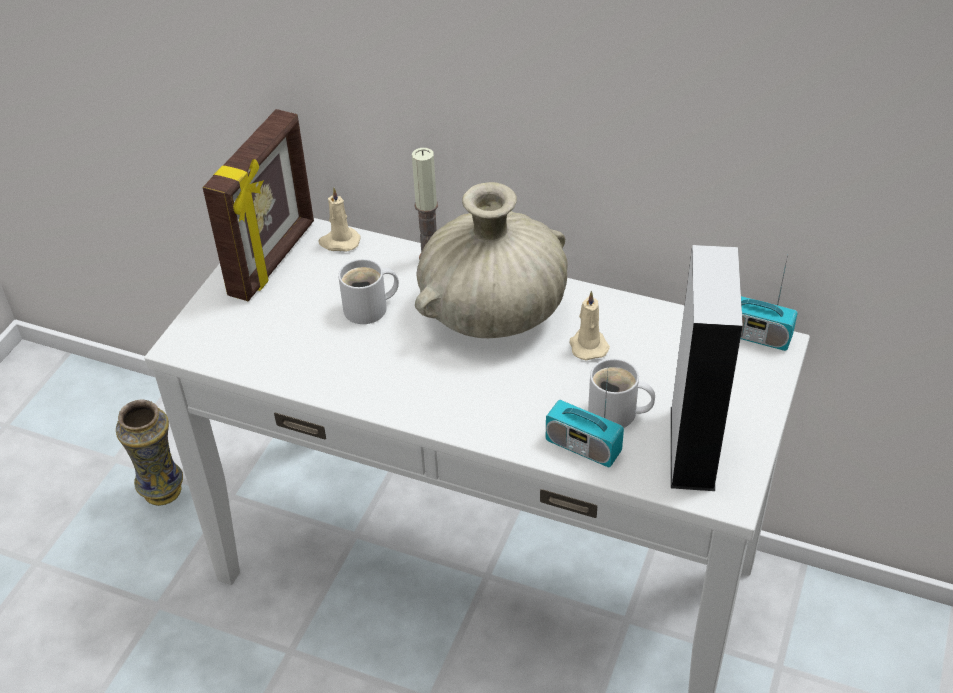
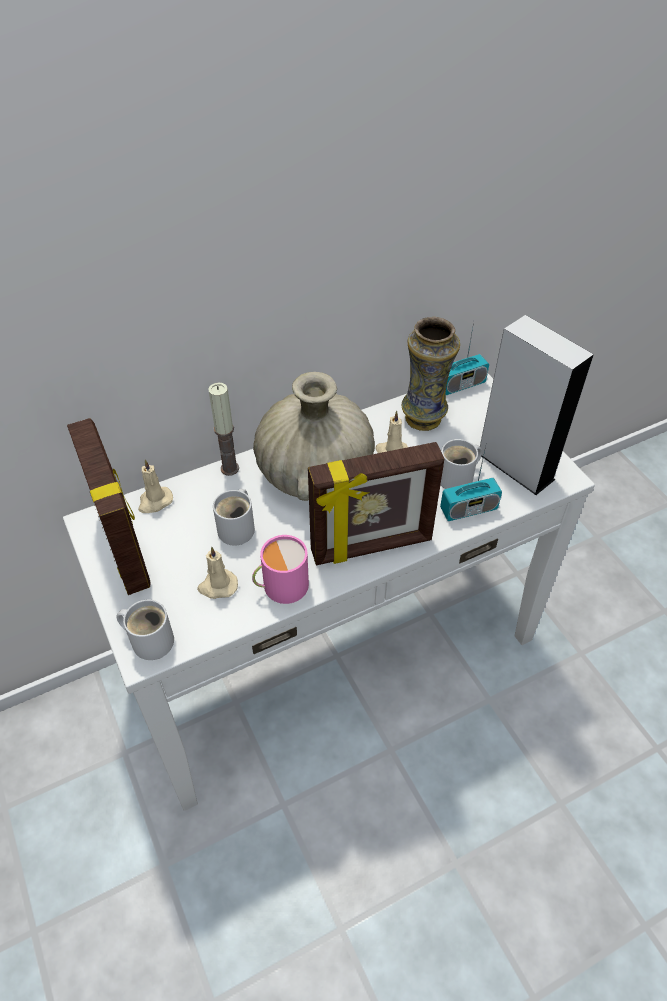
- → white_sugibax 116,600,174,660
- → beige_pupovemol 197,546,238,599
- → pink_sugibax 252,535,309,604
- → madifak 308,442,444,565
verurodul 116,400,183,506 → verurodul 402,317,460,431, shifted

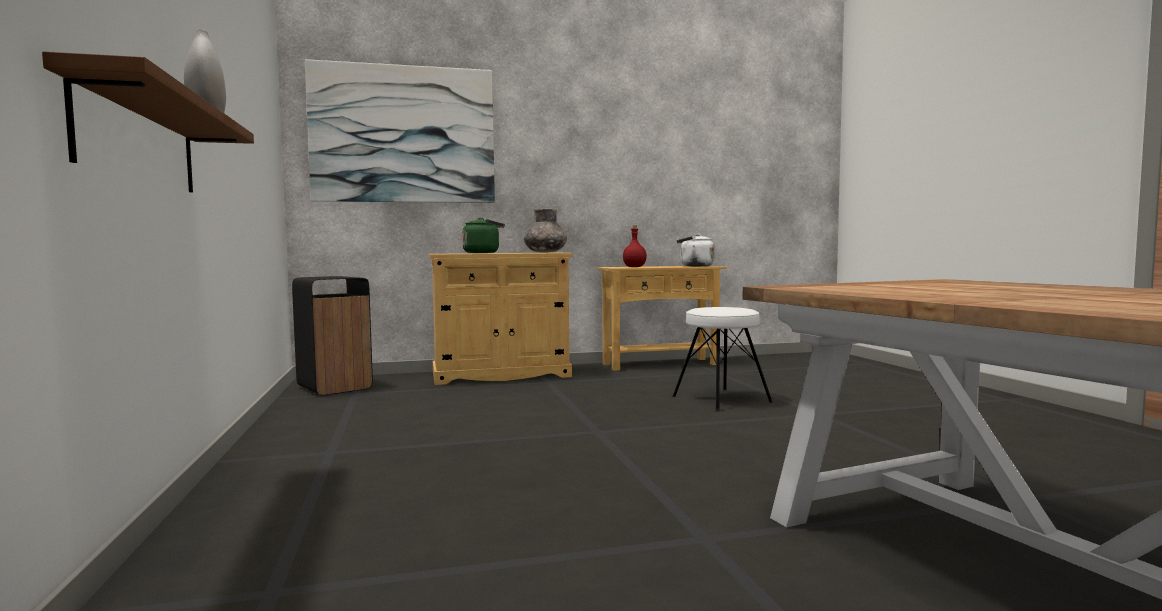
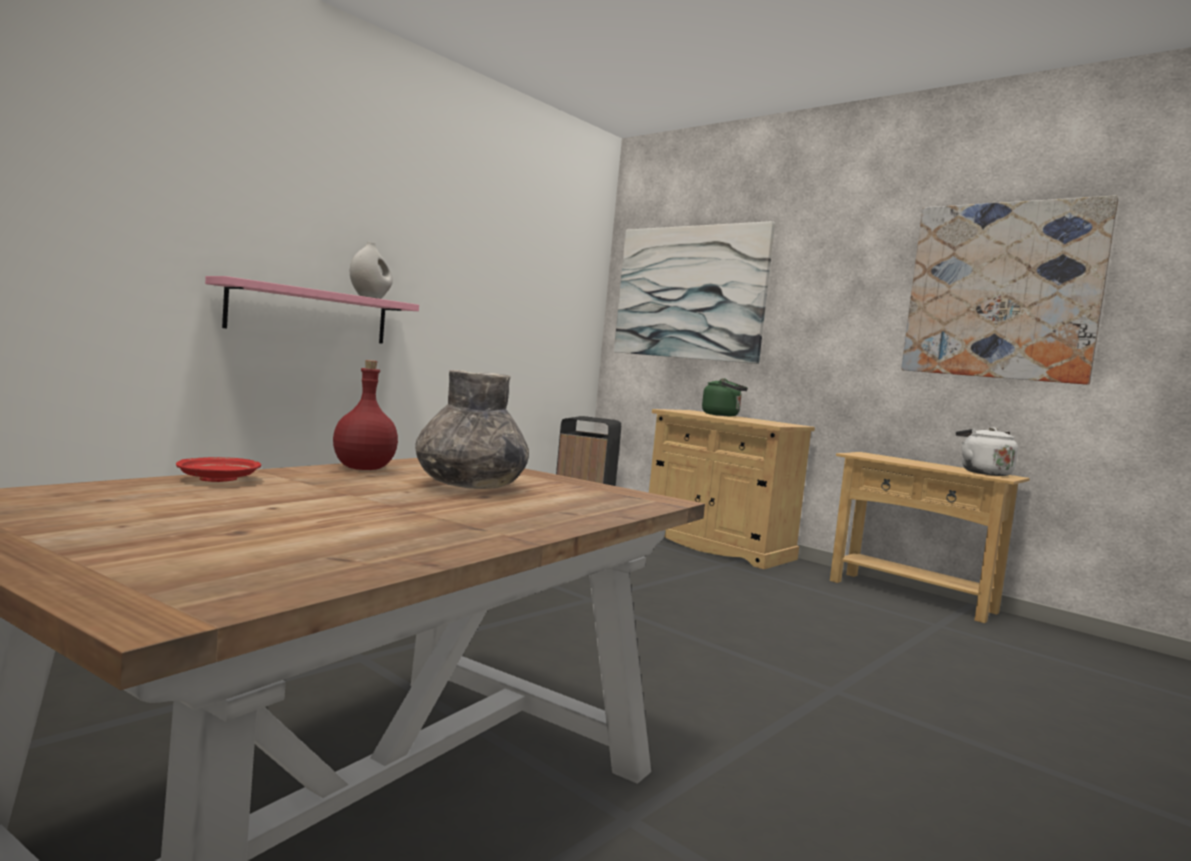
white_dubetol 672,307,773,411 → -
- → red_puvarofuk 176,457,261,482
- → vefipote 901,196,1118,385
grey_verurodul 524,208,567,253 → grey_verurodul 415,370,529,489, shifted
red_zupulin 623,225,647,267 → red_zupulin 333,360,398,470, shifted
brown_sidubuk 42,51,254,193 → pink_sidubuk 205,276,419,344

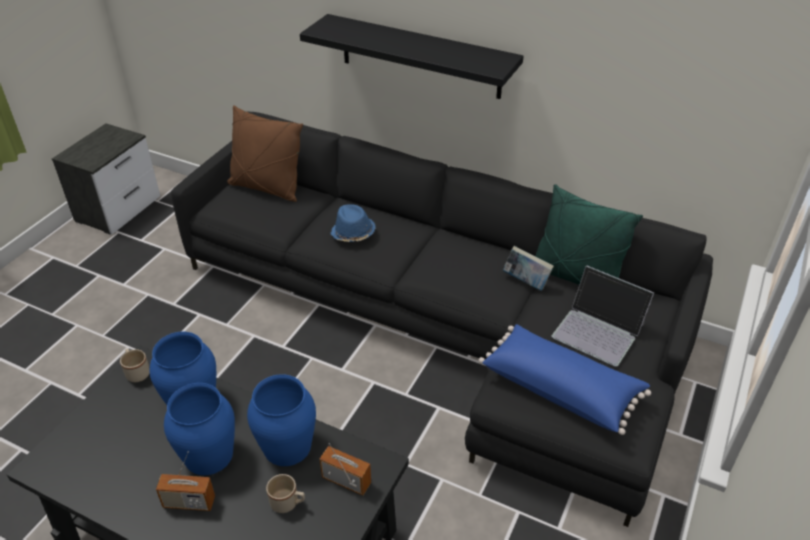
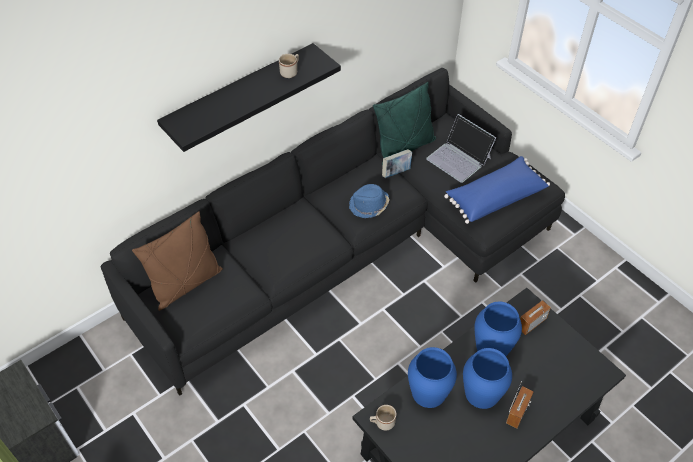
beige_sugibax 266,474,305,513 → beige_sugibax 279,54,299,78, shifted
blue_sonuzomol 330,204,376,242 → blue_sonuzomol 349,184,389,218, shifted
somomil 552,265,654,367 → somomil 426,114,496,183, 75 degrees clockwise

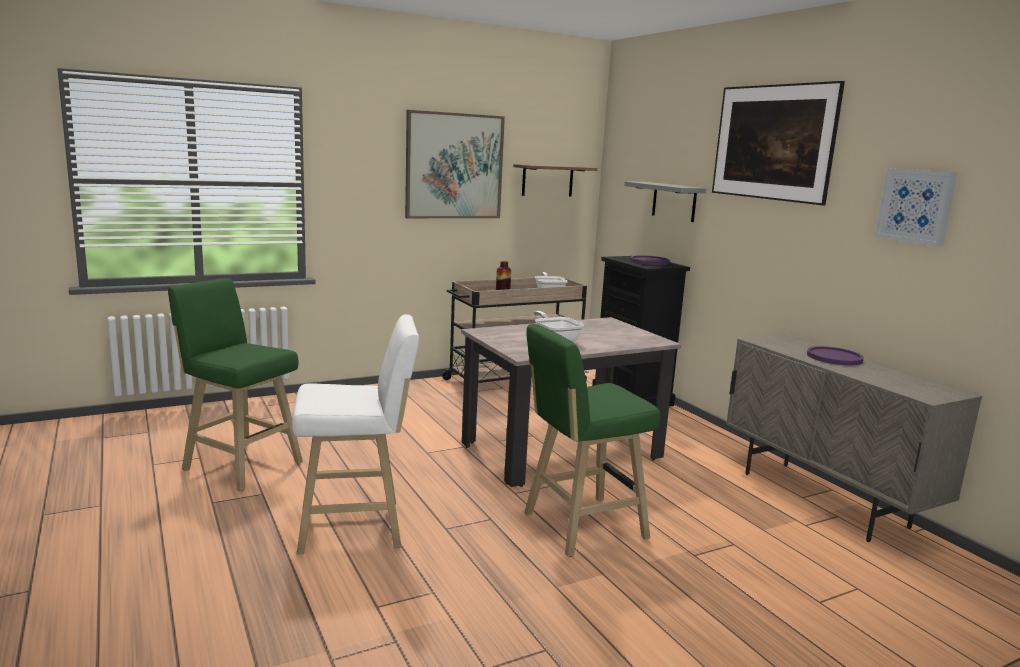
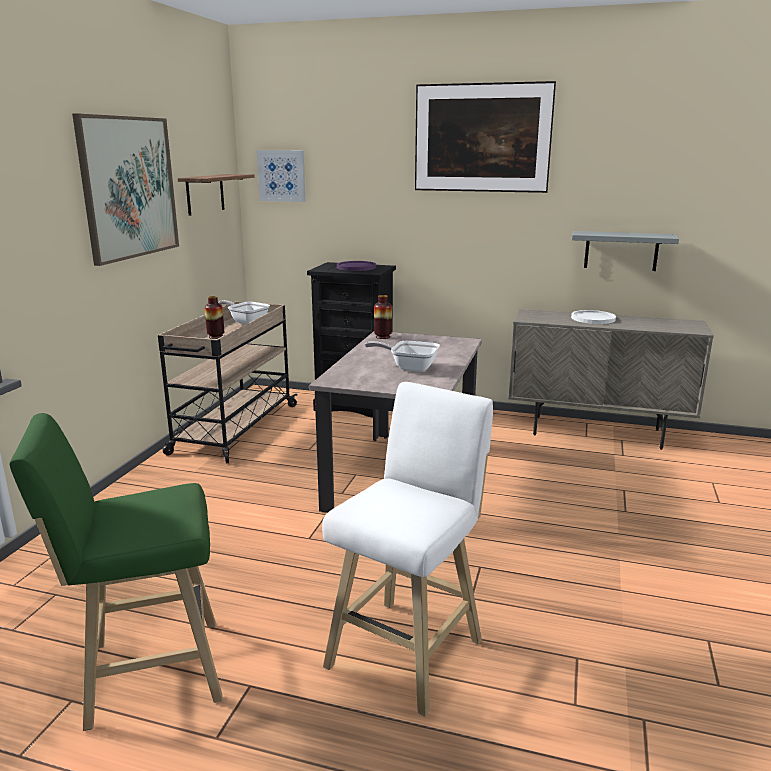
green_dubetol 524,324,661,557 → -
- → verurodul 374,295,392,339
grey_sidubuk 624,181,706,222 → grey_sidubuk 572,231,679,271, shifted
vefipote 875,168,958,246 → vefipote 257,150,306,202, shifted
purple_puvarofuk 807,346,864,366 → white_puvarofuk 571,310,616,324

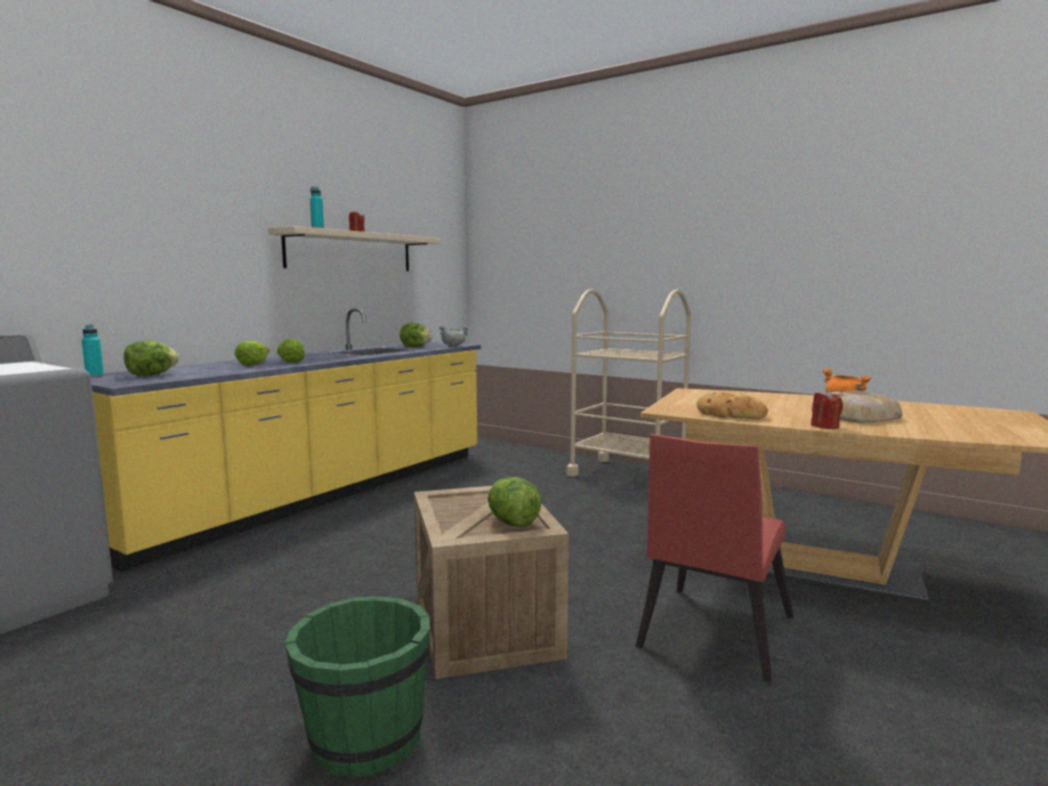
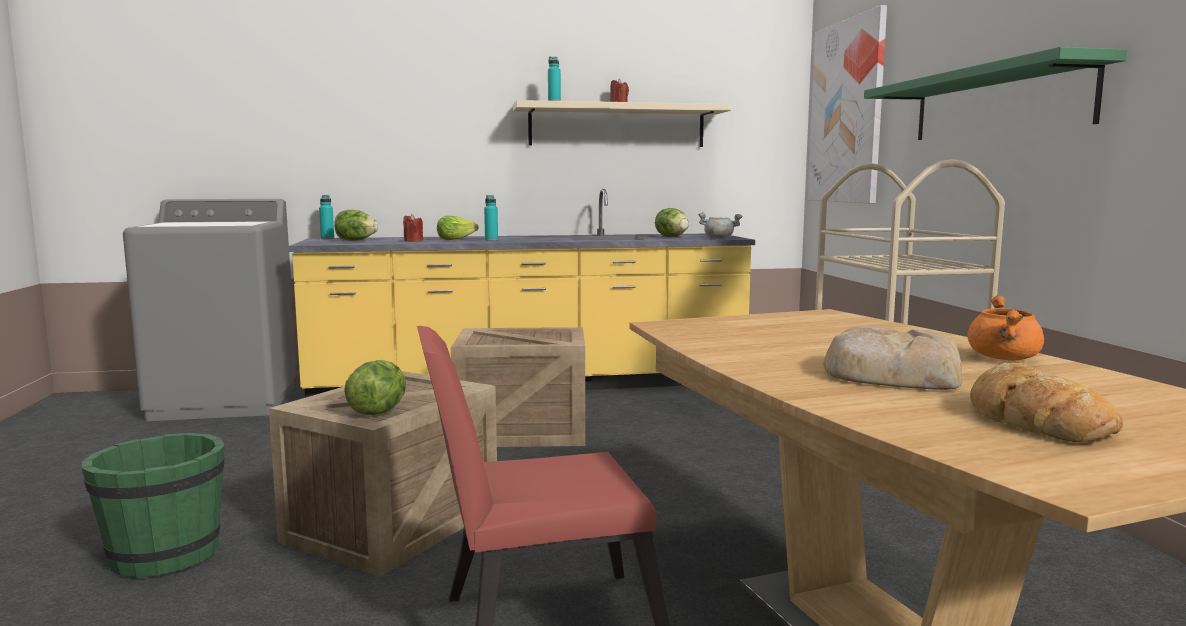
- → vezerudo 451,327,585,447
- → vefipote 808,5,887,203
- → green_sidubuk 864,47,1127,140
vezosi 697,392,768,419 → vezosi 970,363,1123,442, shifted
red_pupovemol 811,390,843,429 → red_pupovemol 403,214,423,242, shifted
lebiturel 277,339,305,363 → turquoise_zupulin 484,195,498,241

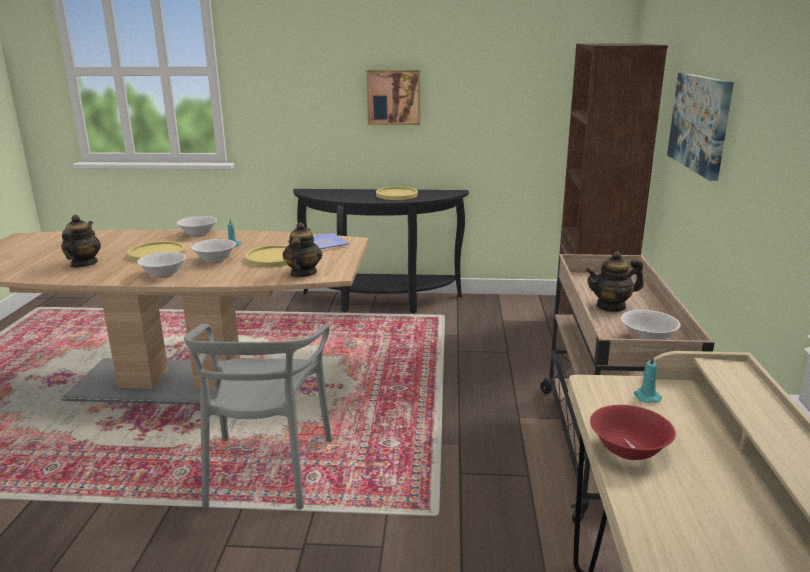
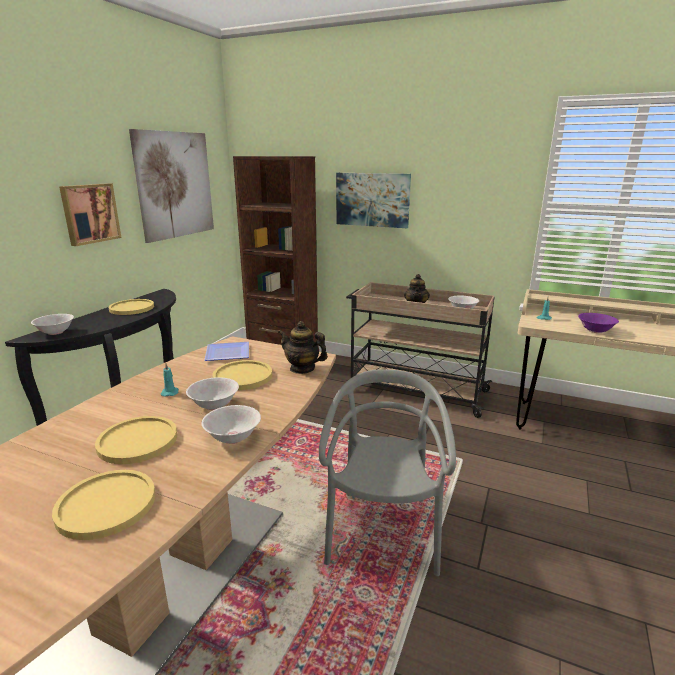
- → vefipote 129,129,214,243
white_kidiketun 177,216,217,237 → white_kidiketun 31,314,74,335, shifted
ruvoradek 61,215,101,268 → yellow_puvarofuk 52,470,156,540
red_kidiketun 590,405,676,460 → purple_kidiketun 578,313,619,333
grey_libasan 184,324,332,510 → grey_libasan 319,369,456,576, 105 degrees counterclockwise

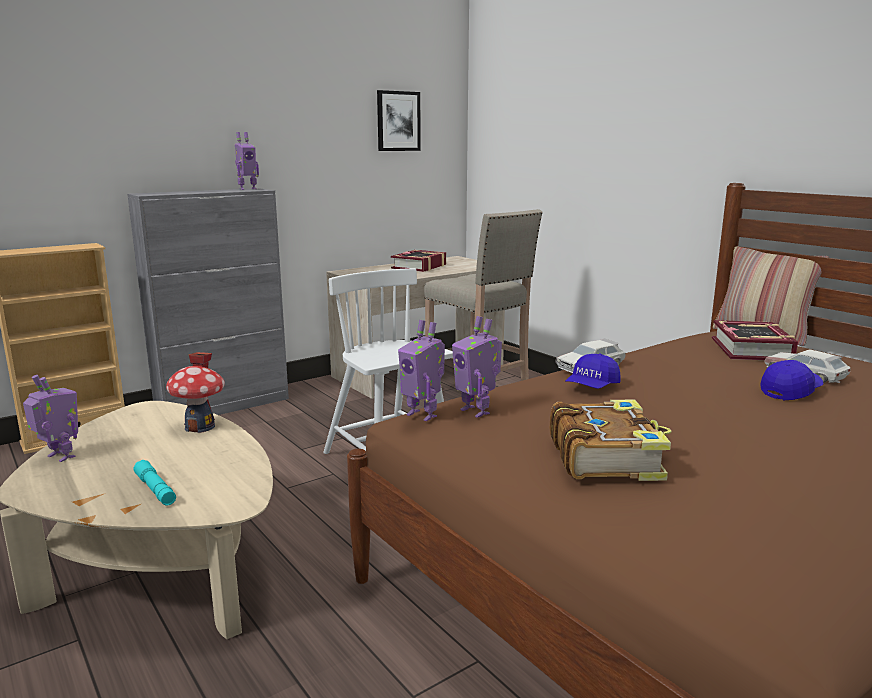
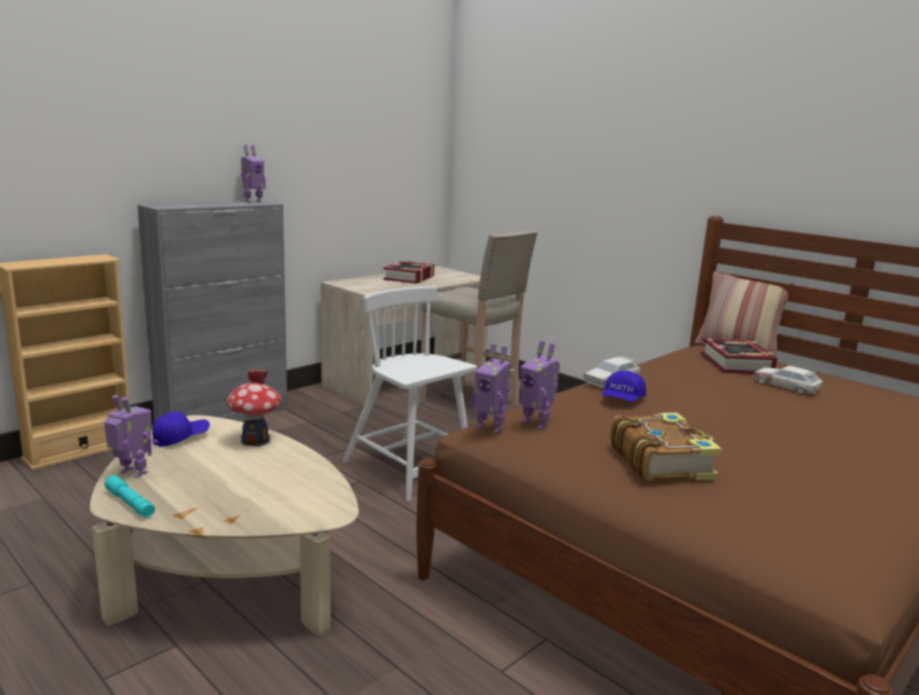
vefipote 377,90,421,151 → -
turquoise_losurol 133,460,176,506 → turquoise_losurol 104,475,155,518, shifted
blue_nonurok 760,360,824,400 → blue_nonurok 152,411,210,447, shifted

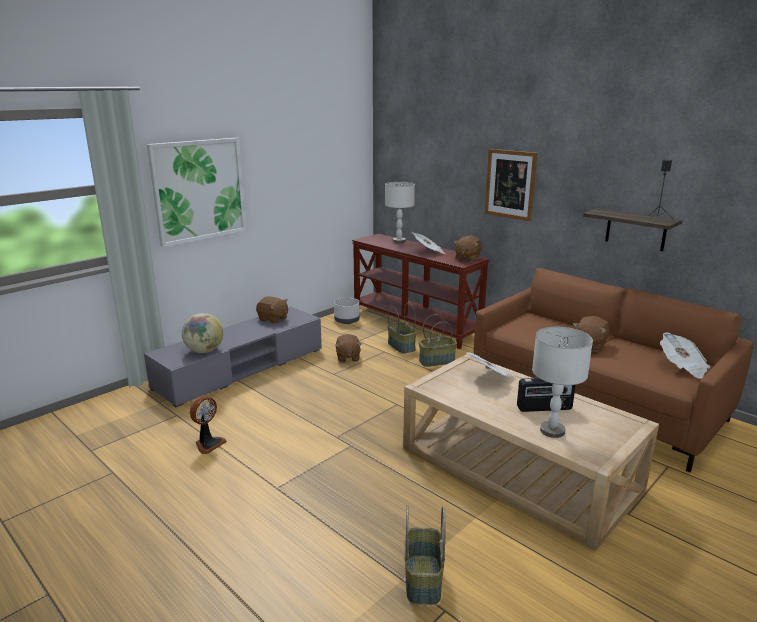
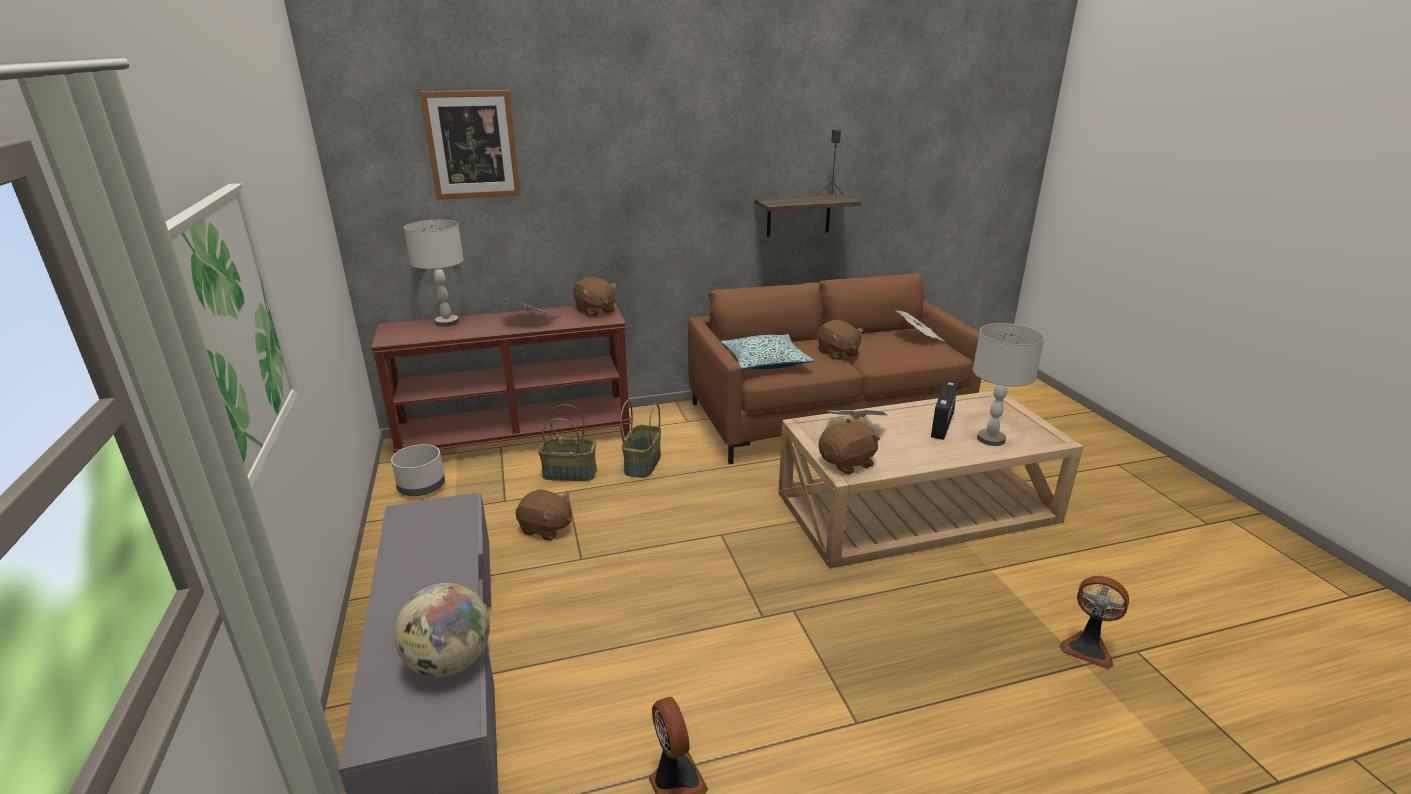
- → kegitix 721,334,814,369
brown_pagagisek 256,296,288,324 → brown_pagagisek 819,418,880,475, shifted
vefipote 485,149,537,221 → vefipote 420,90,521,200, shifted
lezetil 404,505,445,605 → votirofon 1059,576,1129,669

